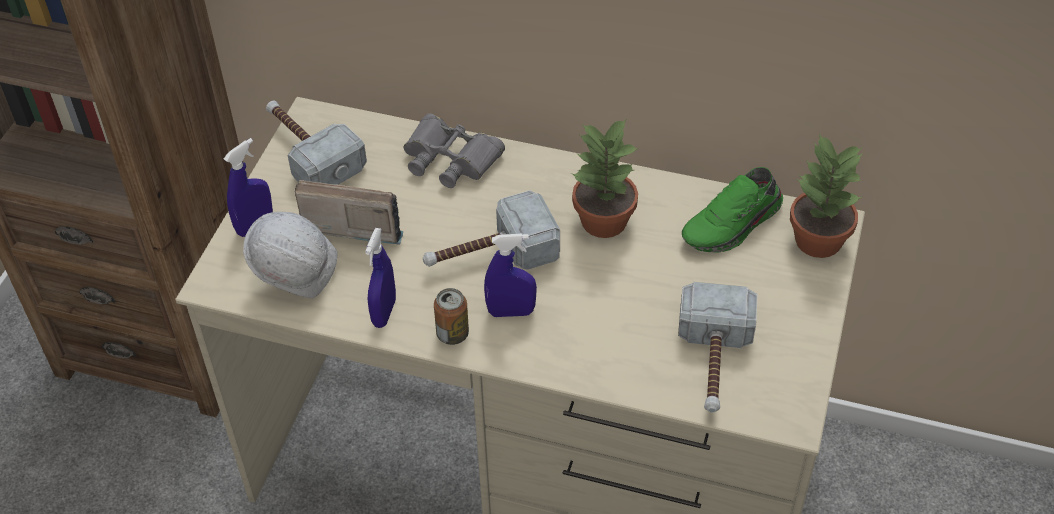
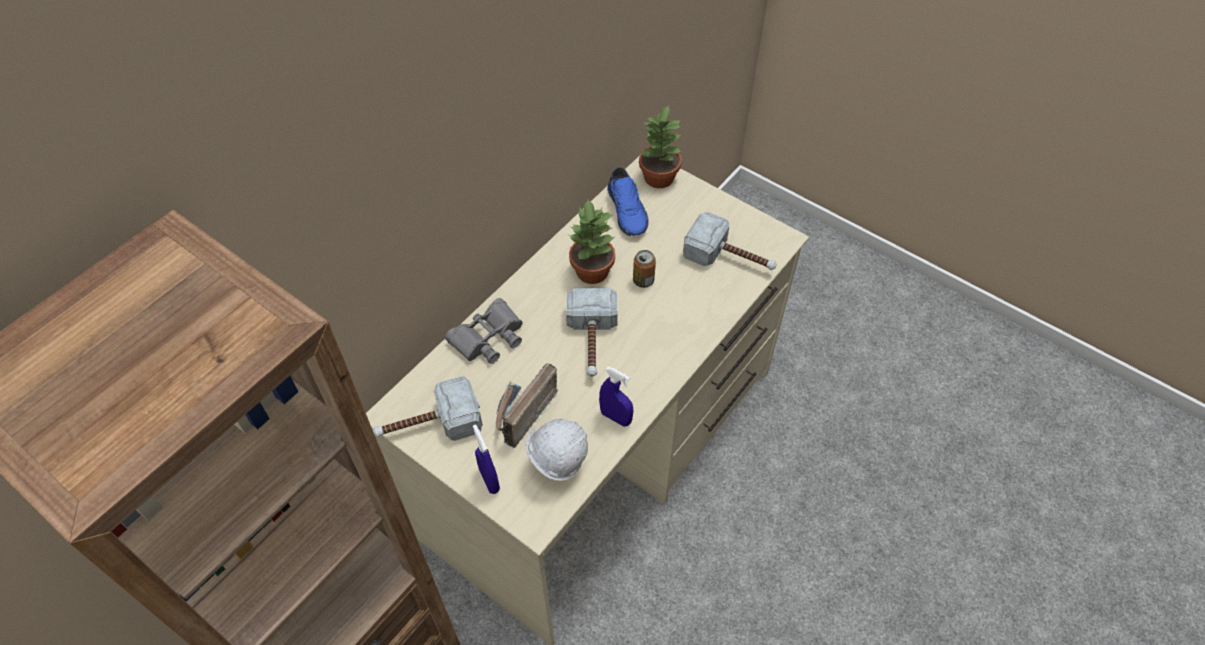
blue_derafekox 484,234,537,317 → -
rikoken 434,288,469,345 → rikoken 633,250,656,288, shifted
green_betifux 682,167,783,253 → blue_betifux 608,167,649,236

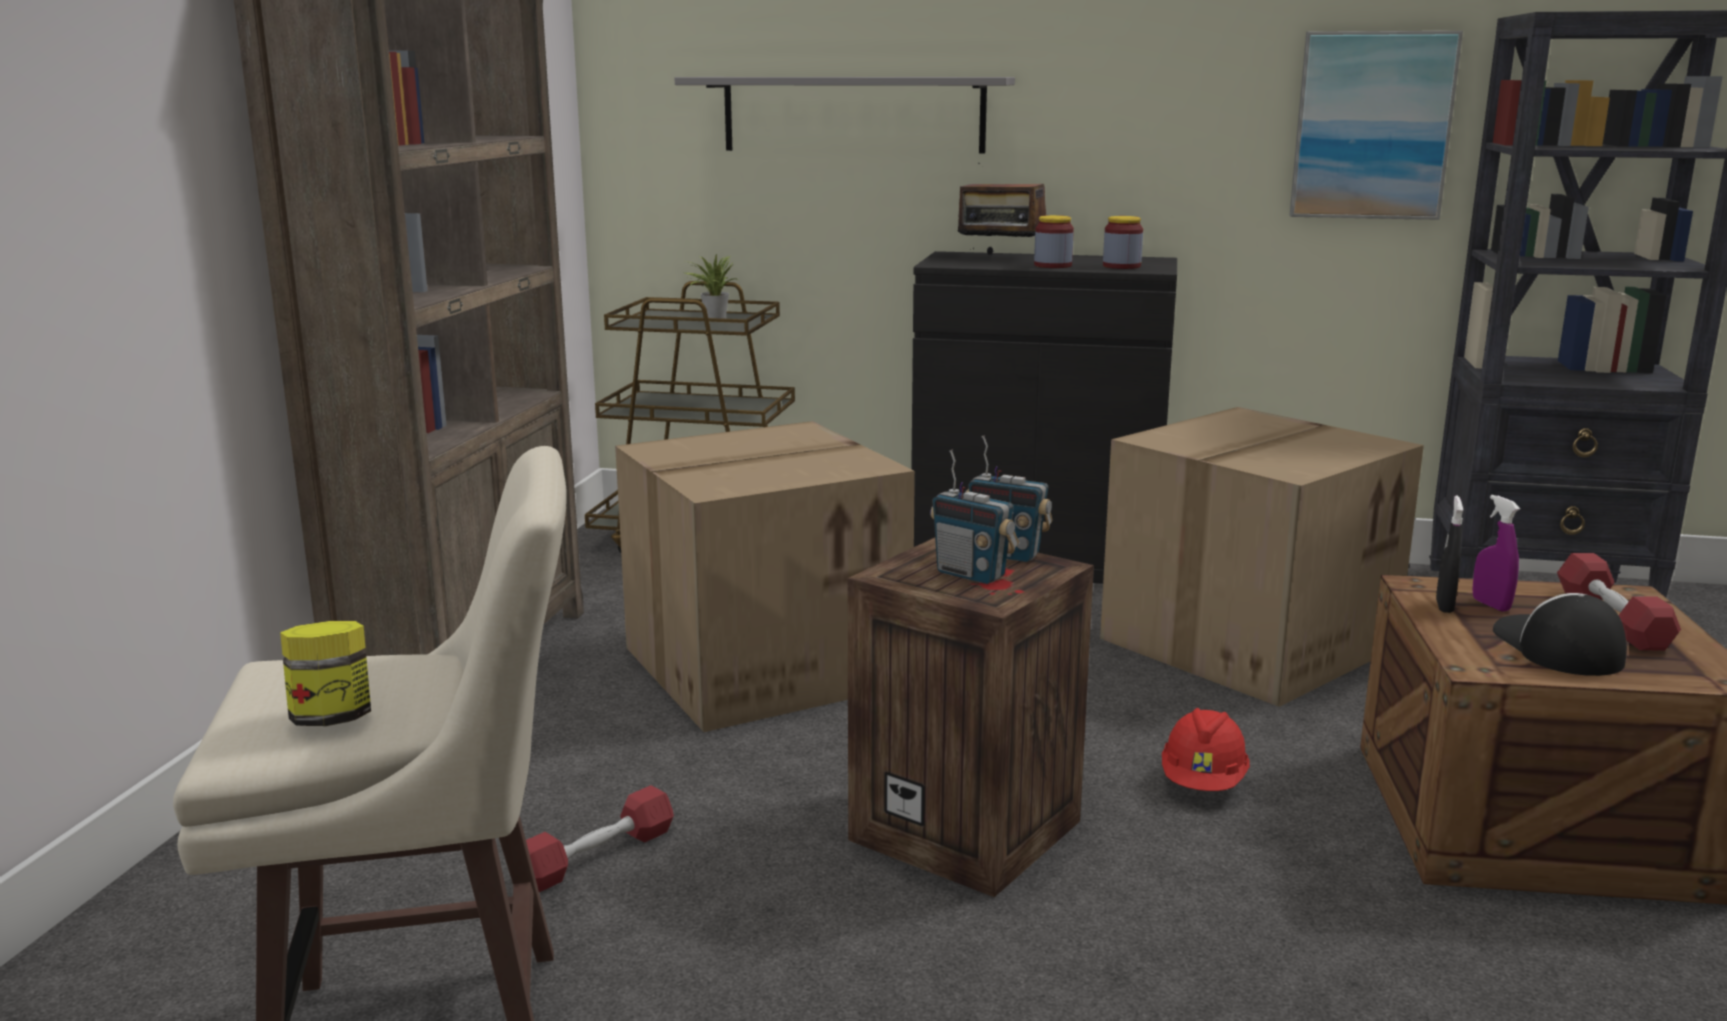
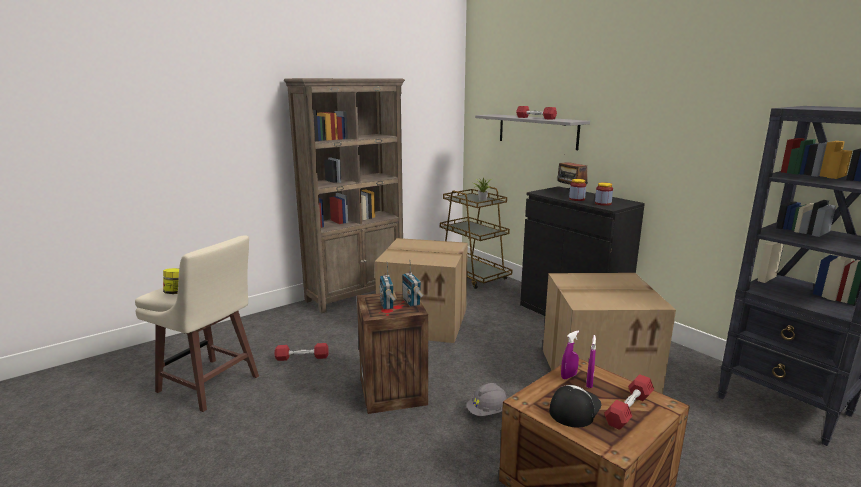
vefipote 1289,31,1463,220 → -
- → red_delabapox 516,106,557,120
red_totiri 1162,708,1250,791 → grey_totiri 467,383,507,416
black_derafekox 1436,495,1463,613 → purple_derafekox 561,331,579,379

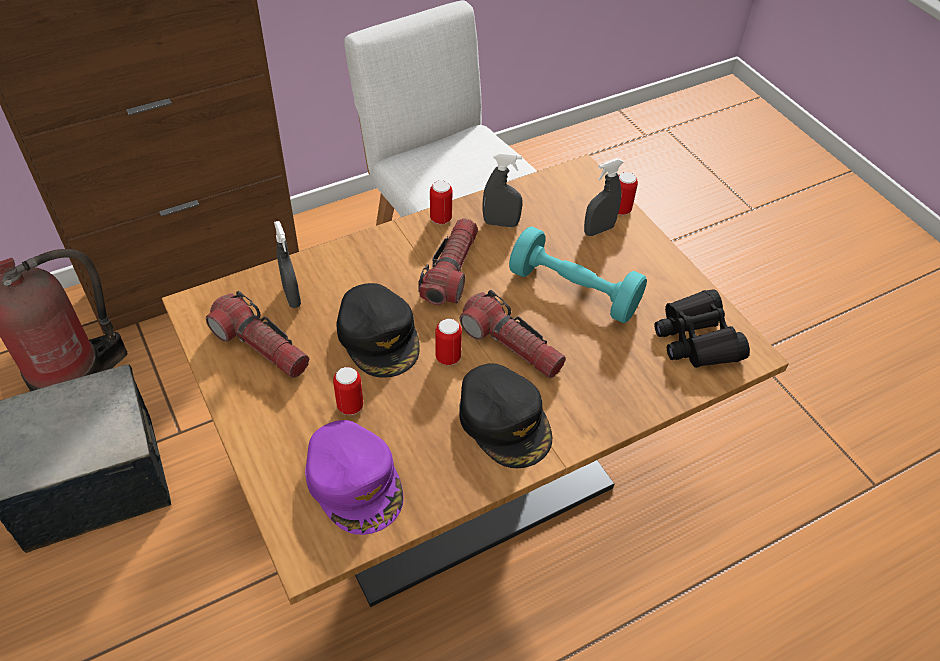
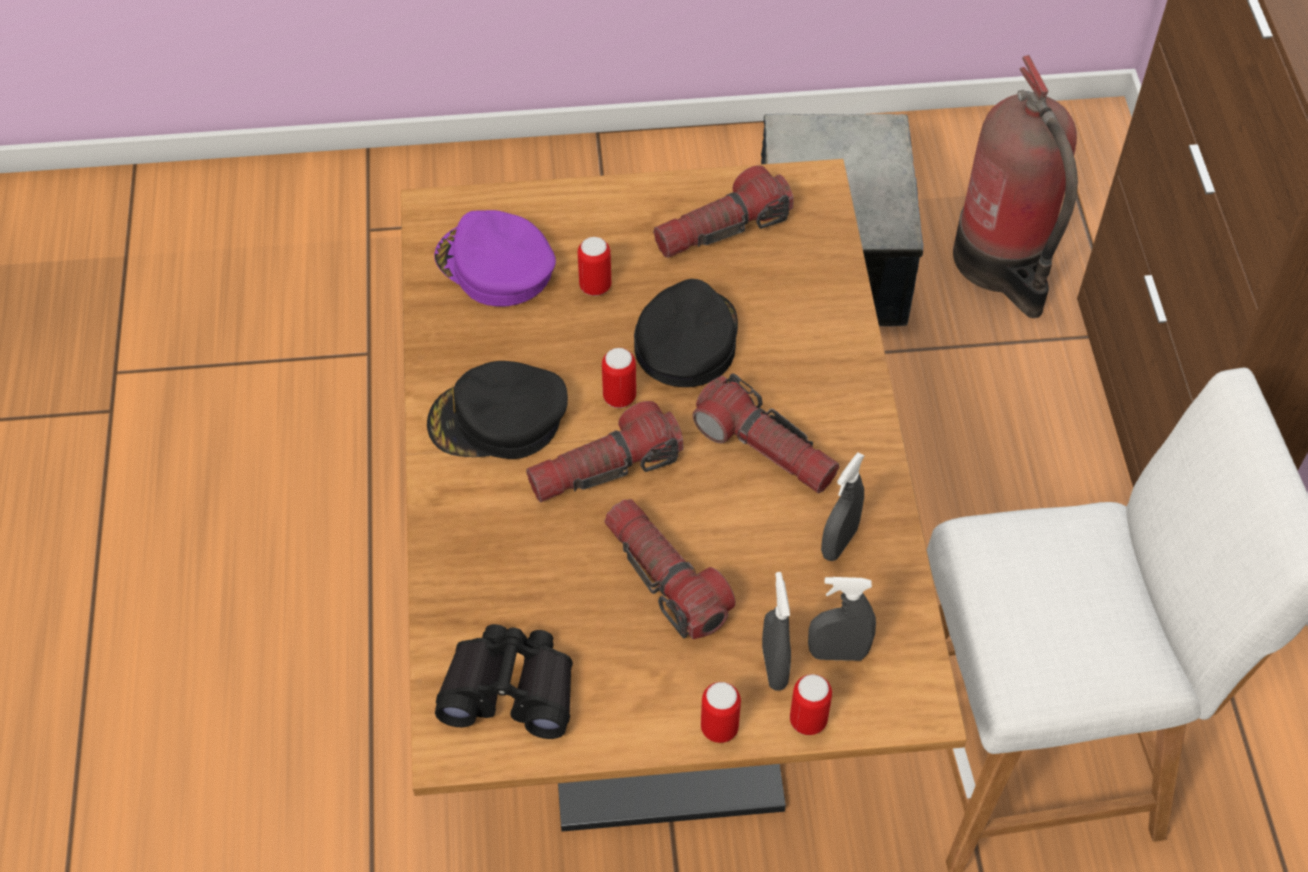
grey_derafekox 274,221,301,308 → grey_derafekox 808,577,876,661, shifted
rikoken 430,181,452,225 → rikoken 701,682,741,743, shifted
turquoise_delabapox 509,227,647,323 → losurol 604,499,736,639
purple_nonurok 305,420,404,535 → purple_nonurok 434,210,556,307, 45 degrees clockwise
black_nonurok 337,283,420,378 → black_nonurok 634,279,738,387, 105 degrees clockwise

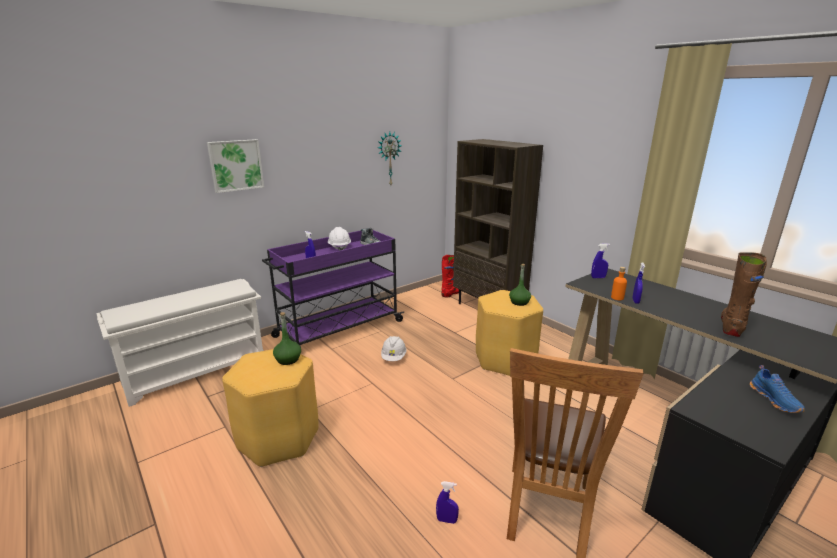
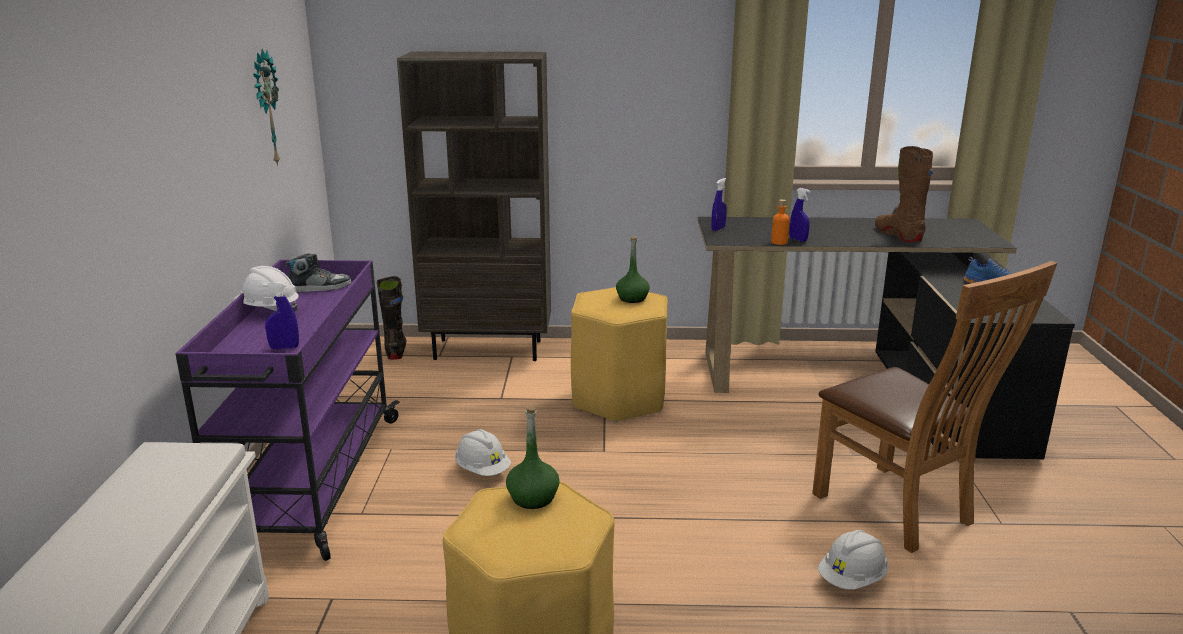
vefipote 207,139,264,193 → -
blue_derafekox 436,481,459,524 → white_totiri 818,530,888,589
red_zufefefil 441,255,459,298 → black_zufefefil 377,276,407,360

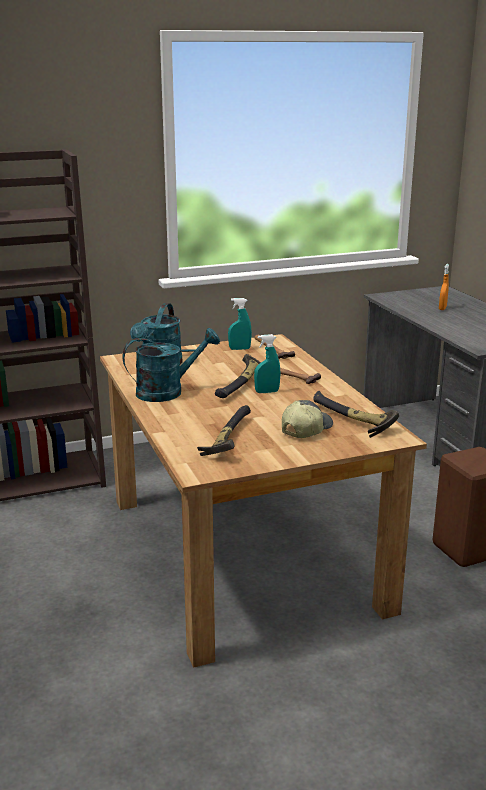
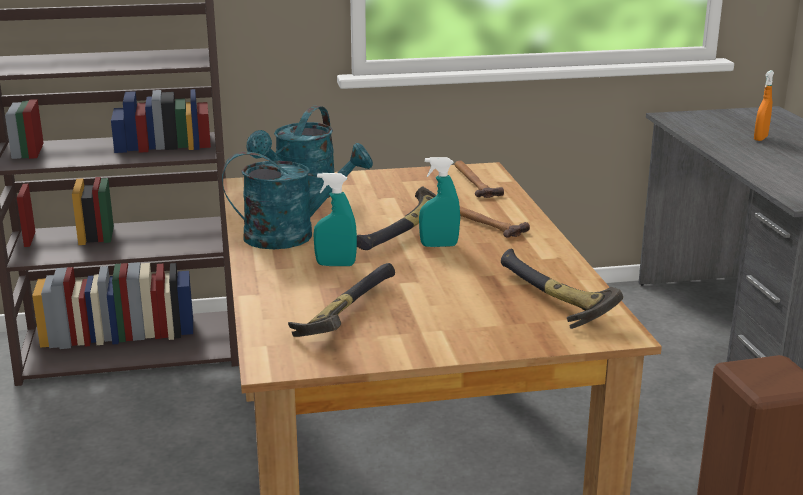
nonurok 282,400,333,438 → -
turquoise_derafekox 228,298,252,350 → turquoise_derafekox 314,173,357,266, shifted

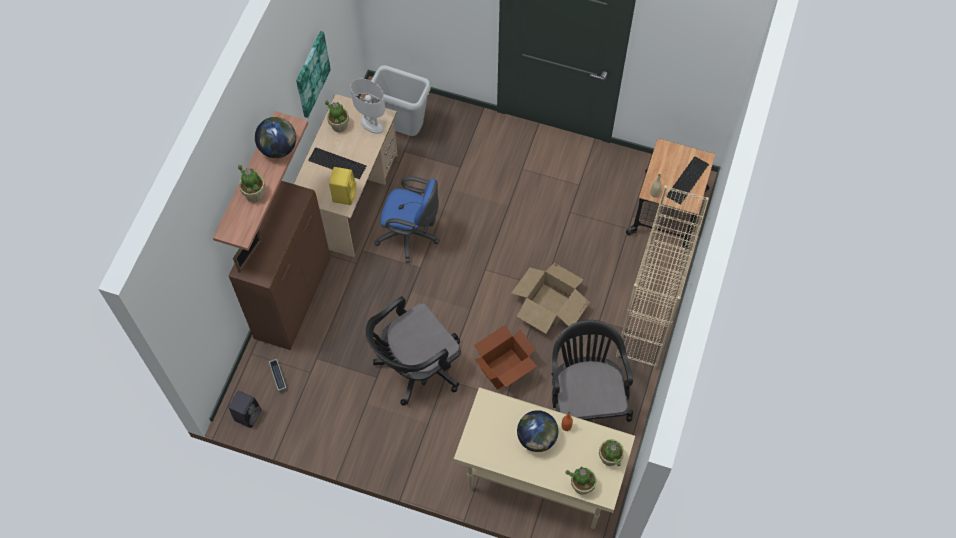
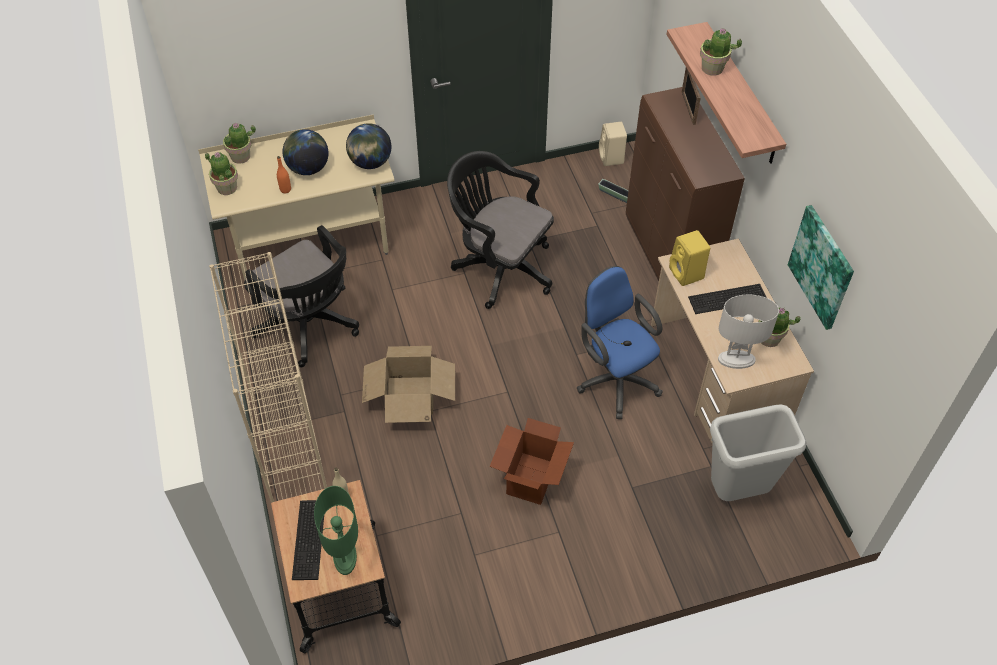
- → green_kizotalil 314,486,358,575
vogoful 255,117,296,158 → vogoful 346,123,391,169, shifted
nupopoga 474,325,537,390 → nupopoga 489,418,574,505, shifted
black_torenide 228,391,261,428 → beige_torenide 599,122,627,166
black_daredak 366,296,461,405 → black_daredak 447,151,554,309, 75 degrees counterclockwise
blue_daredak 374,176,440,263 → blue_daredak 577,266,662,419, 75 degrees clockwise

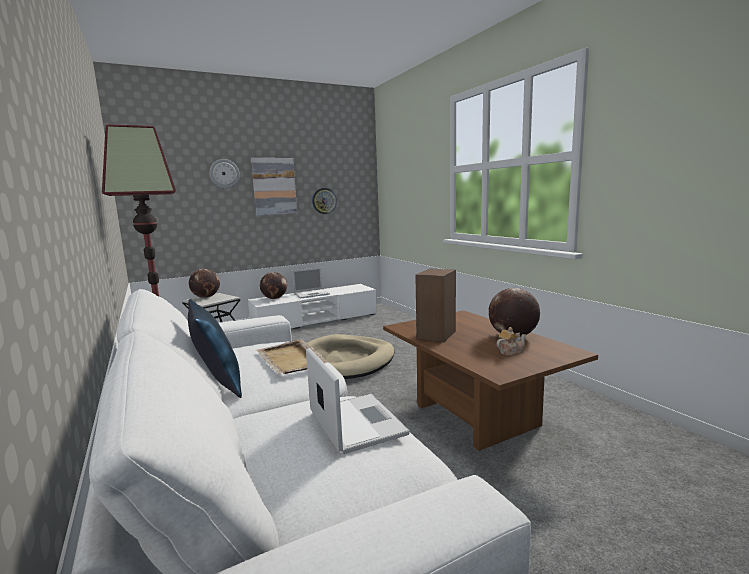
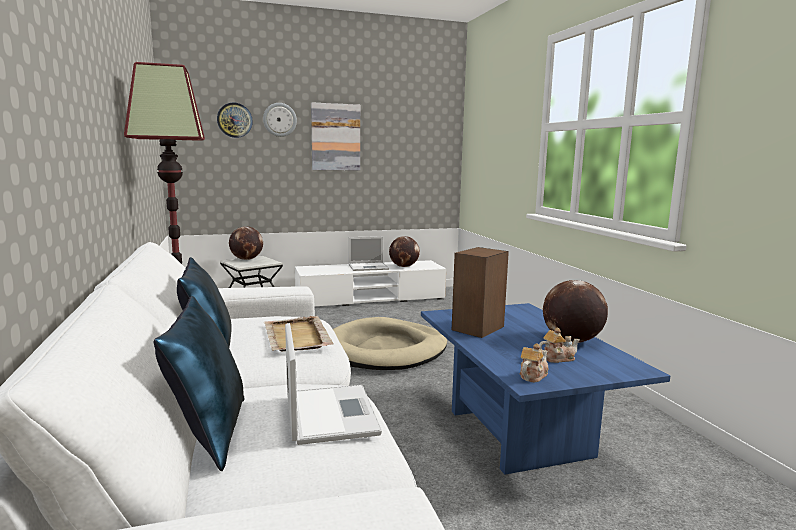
- → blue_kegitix 154,296,245,471
- → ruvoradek 519,343,549,382
vogoful 260,272,287,299 → vogoful 389,236,420,267, shifted
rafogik 312,188,337,214 → rafogik 217,102,253,138, shifted
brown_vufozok 383,310,598,451 → blue_vufozok 421,303,670,475

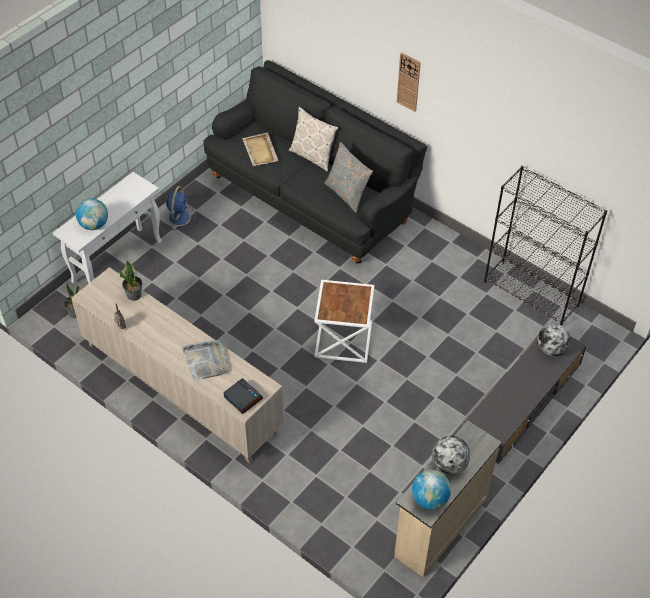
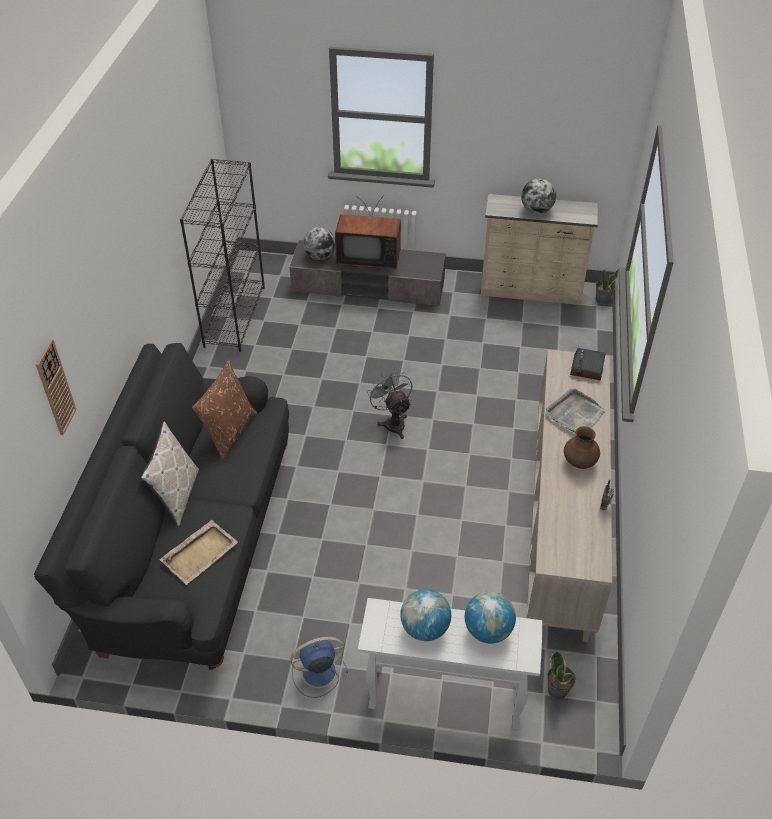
- → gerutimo 335,195,401,269
- → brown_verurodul 564,426,600,469
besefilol 120,260,143,301 → besefilol 596,269,618,304, shifted
rafogik 397,52,421,112 → rafogik 36,339,76,435, shifted
vogoful 412,470,451,510 → vogoful 400,589,451,641, shifted
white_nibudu 314,280,374,363 → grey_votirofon 367,369,412,439
grey_kegitix 325,142,373,213 → brown_kegitix 192,360,257,461

